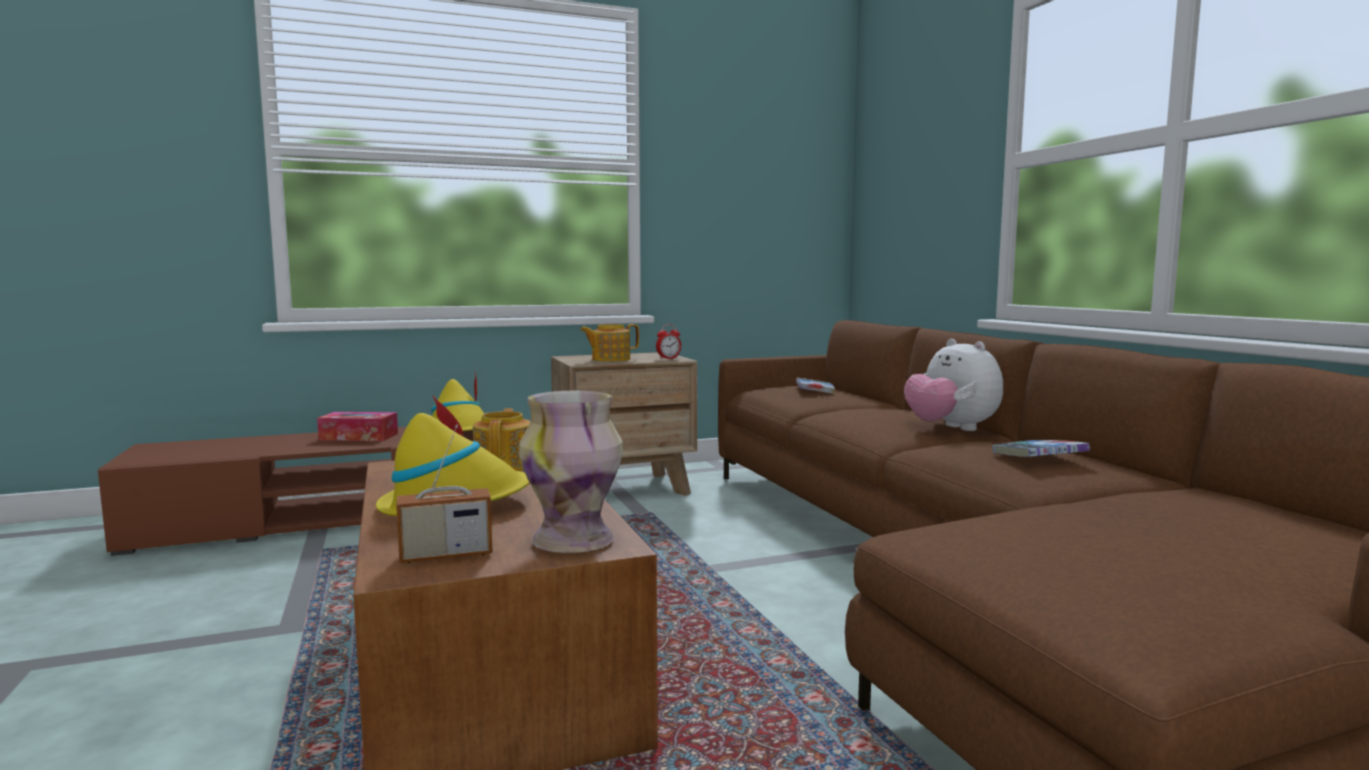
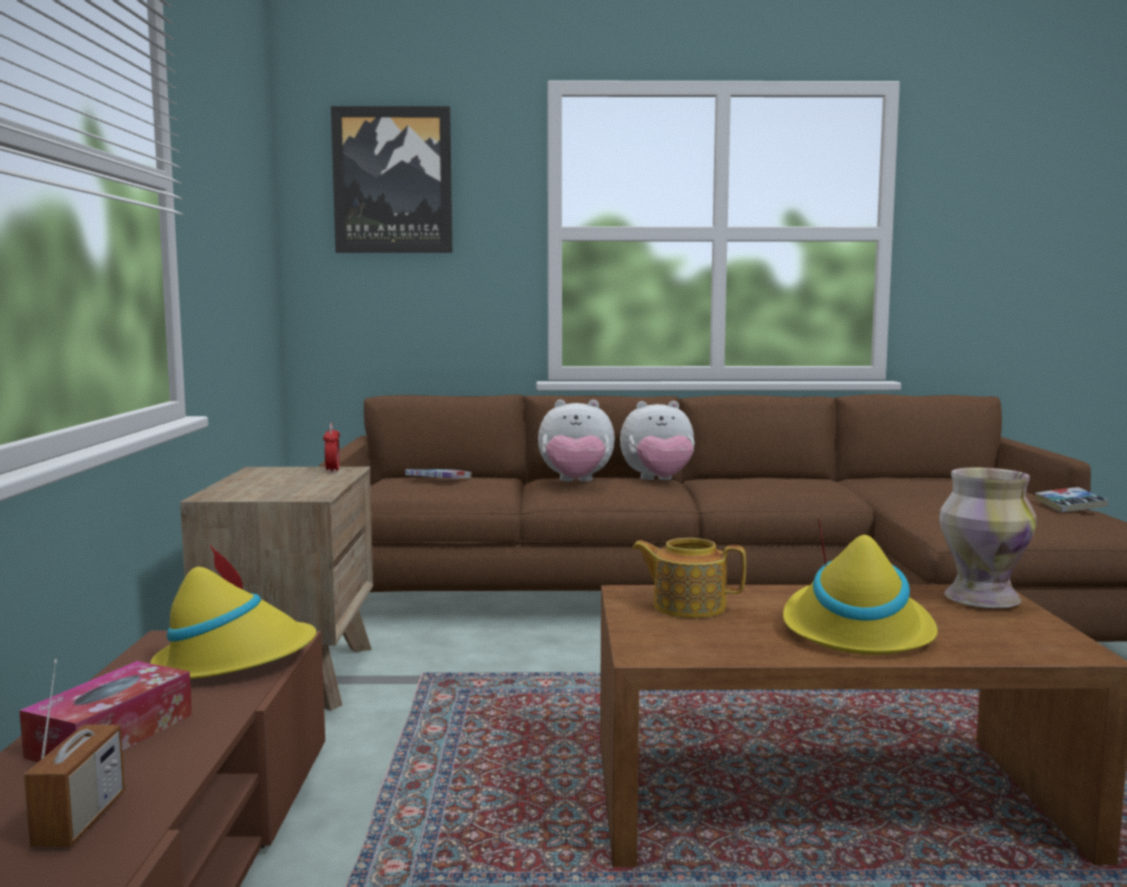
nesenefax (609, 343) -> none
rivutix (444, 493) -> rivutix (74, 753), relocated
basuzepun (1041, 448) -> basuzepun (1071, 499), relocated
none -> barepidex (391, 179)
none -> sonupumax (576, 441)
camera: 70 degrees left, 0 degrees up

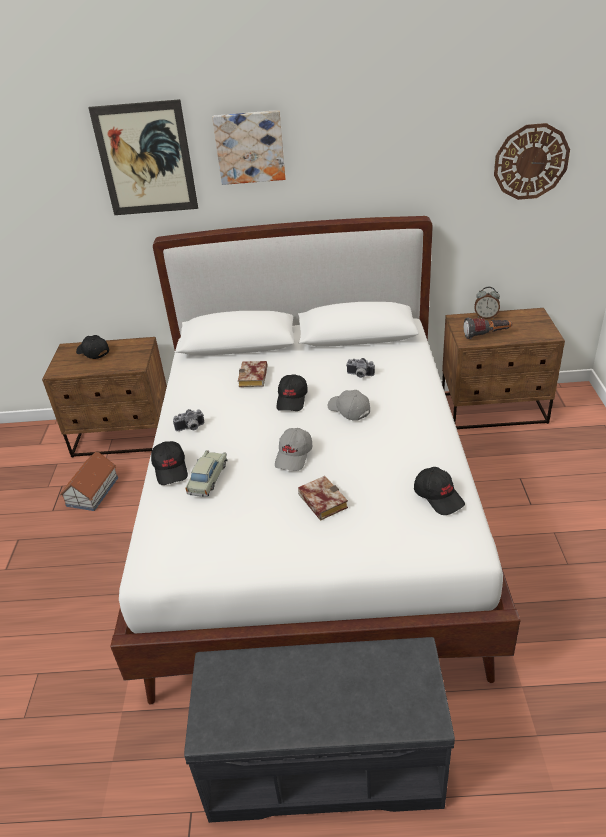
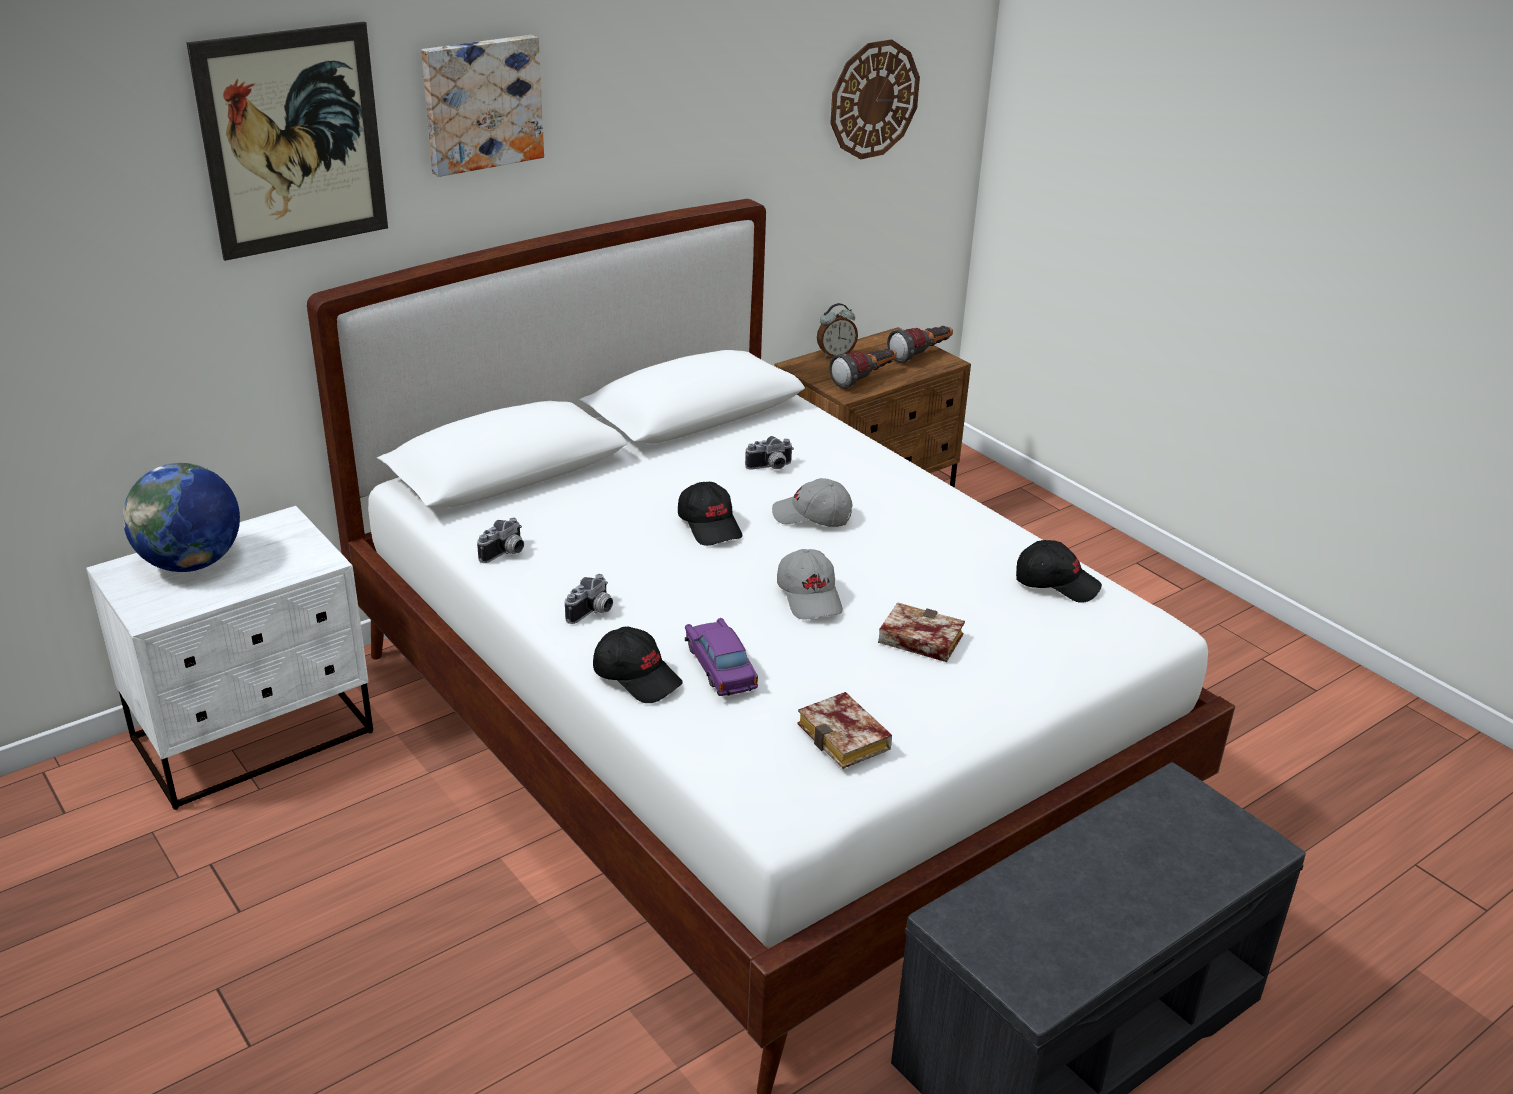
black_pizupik (92, 347) -> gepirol (181, 517)
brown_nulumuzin (104, 397) -> white_nulumuzin (229, 658)
basuzepun (252, 374) -> basuzepun (844, 730), relocated
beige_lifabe (206, 473) -> purple_lifabe (721, 657)
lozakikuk (88, 481) -> none
none -> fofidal (920, 344)
none -> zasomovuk (500, 540)
camera: 40 degrees left, 5 degrees down

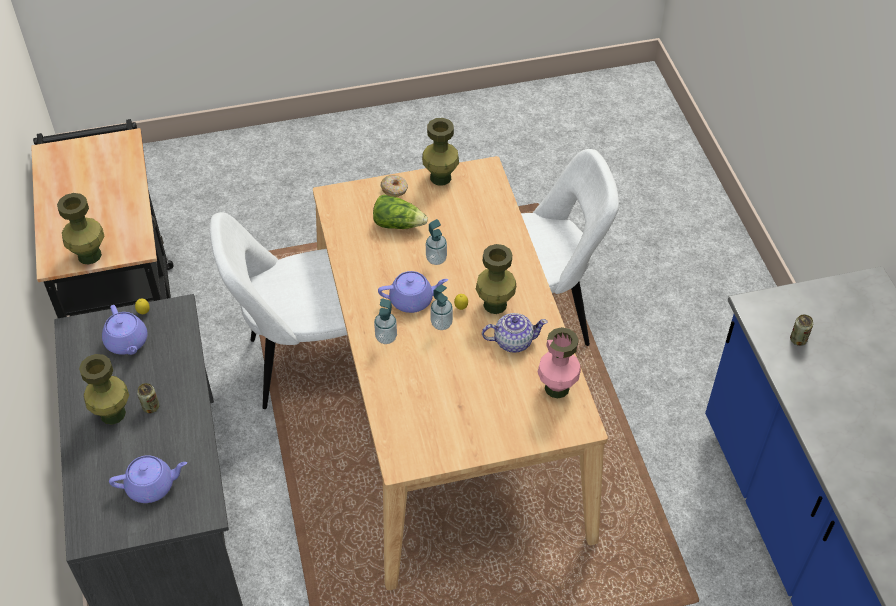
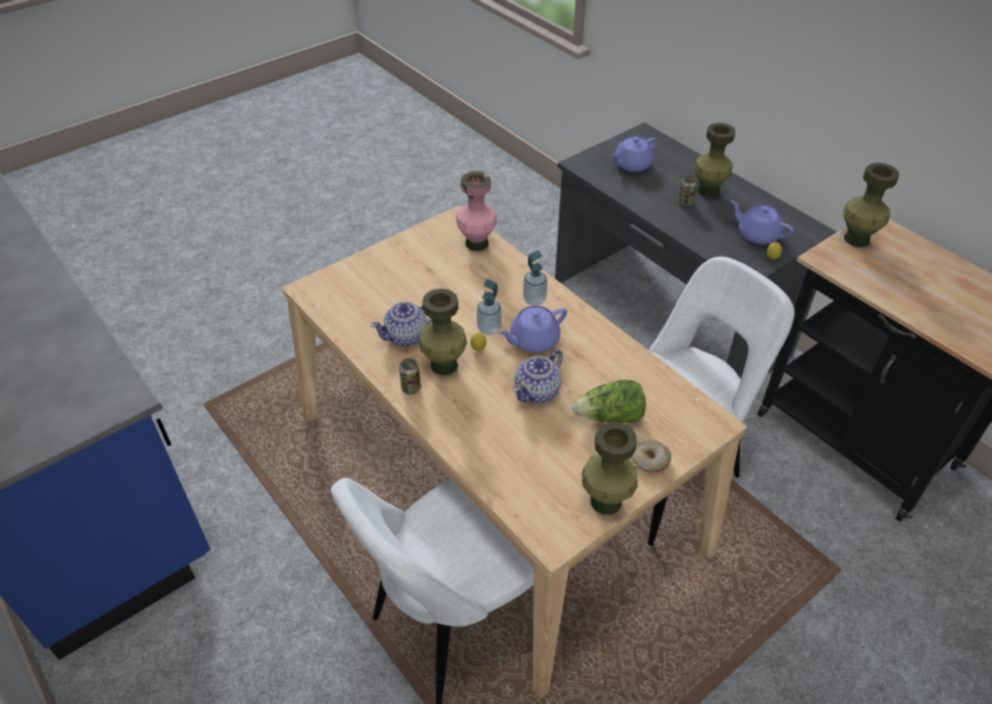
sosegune (436, 242) -> nesenefax (538, 376)
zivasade (801, 330) -> zivasade (410, 376), relocated
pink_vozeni (559, 362) -> pink_vozeni (476, 211), relocated
camera: 155 degrees right, 5 degrees down

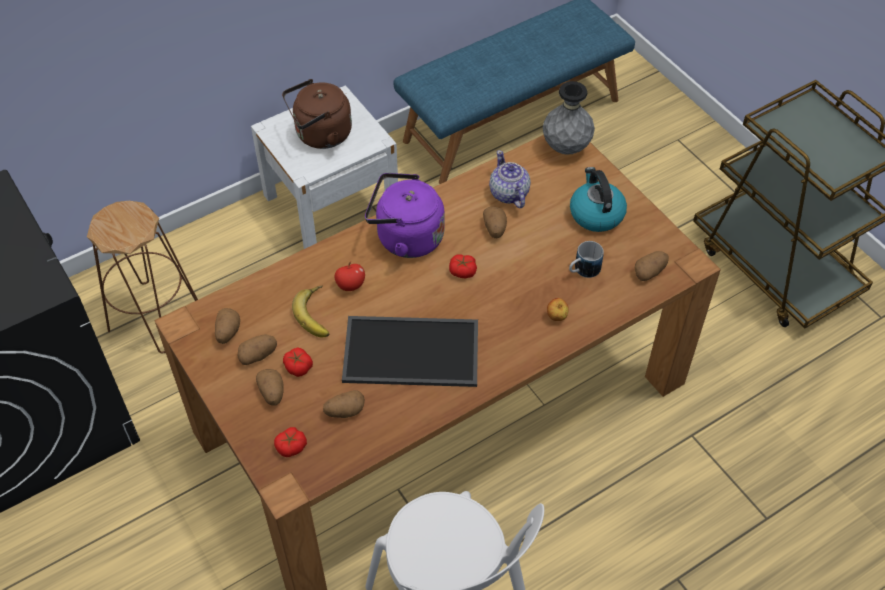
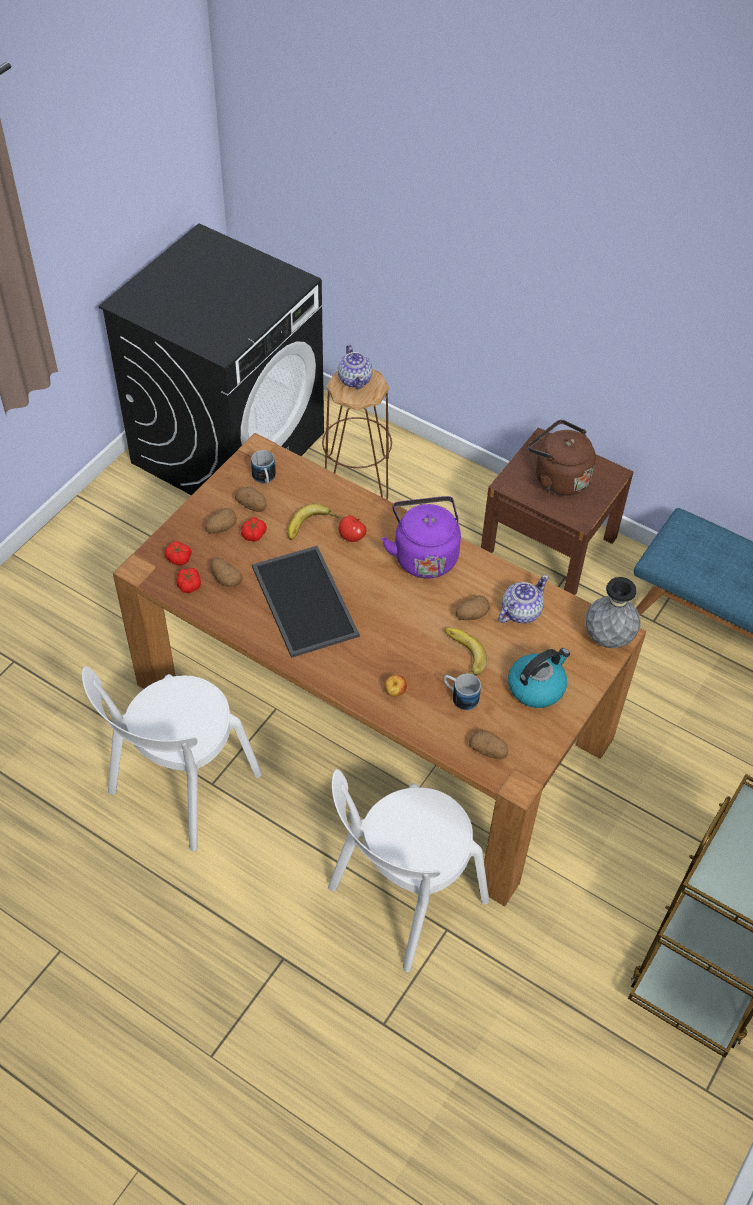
white_nulumuzin (324, 167) -> brown_nulumuzin (557, 511)
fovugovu (463, 266) -> fovugovu (189, 580), relocated
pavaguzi (227, 326) -> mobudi (263, 467)
none -> nesenefax (355, 367)
none -> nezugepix (466, 652)
none -> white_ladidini (408, 870)
camera: 65 degrees right, 0 degrees up

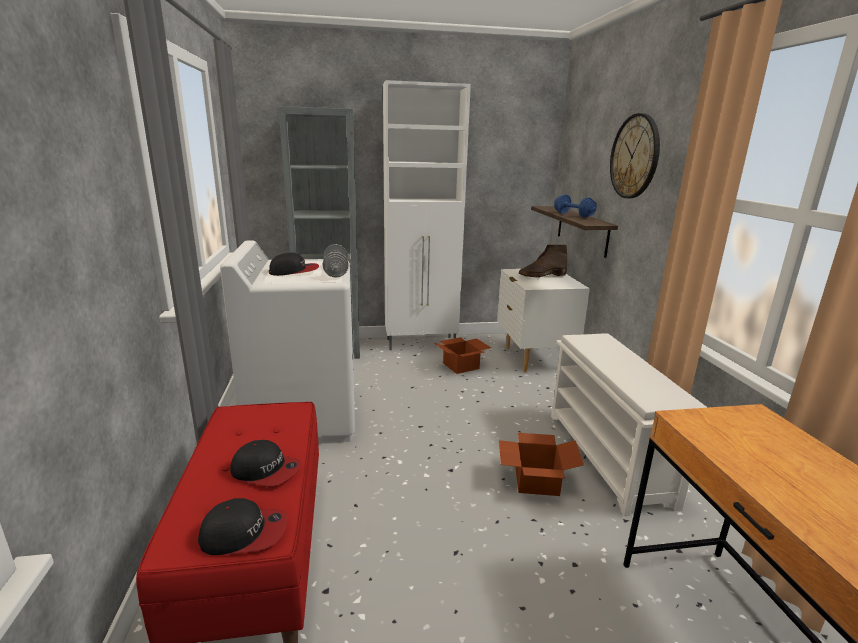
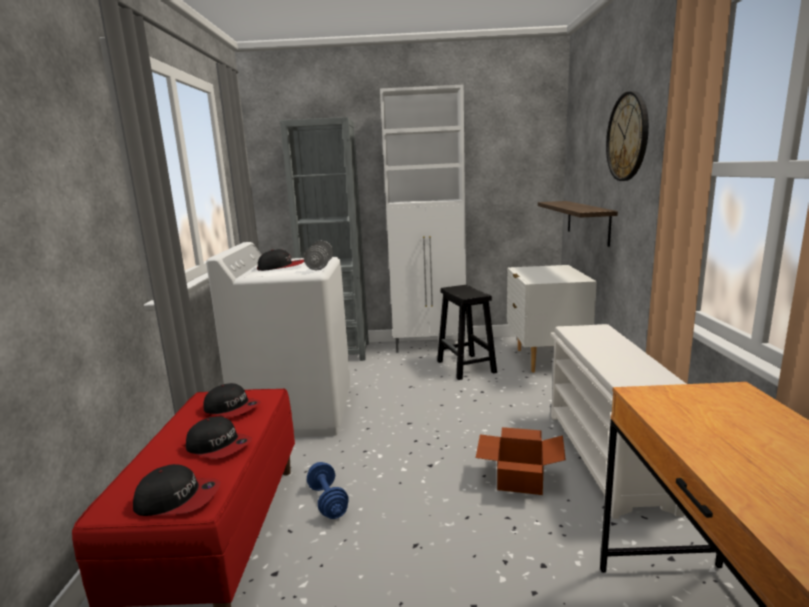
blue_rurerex (575, 206) -> blue_rurerex (327, 490), relocated
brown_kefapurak (543, 261) -> none
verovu (462, 355) -> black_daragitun (467, 332)
none -> pizupik (232, 400)
camera: 10 degrees right, 5 degrees down

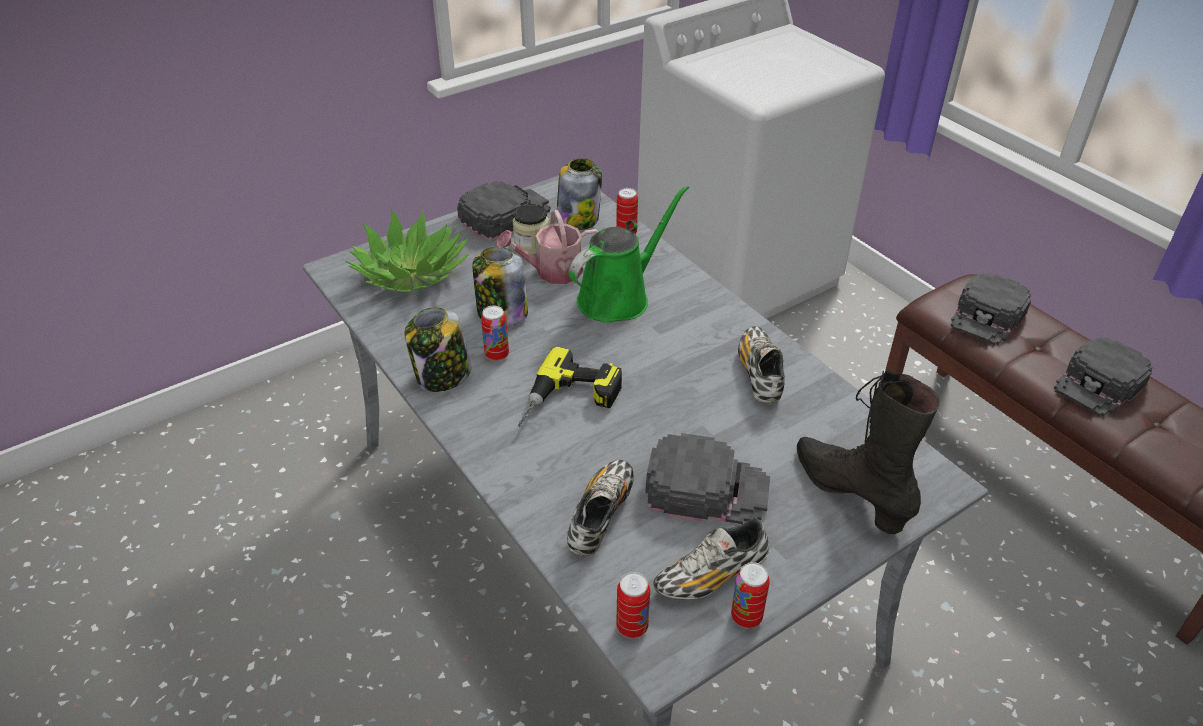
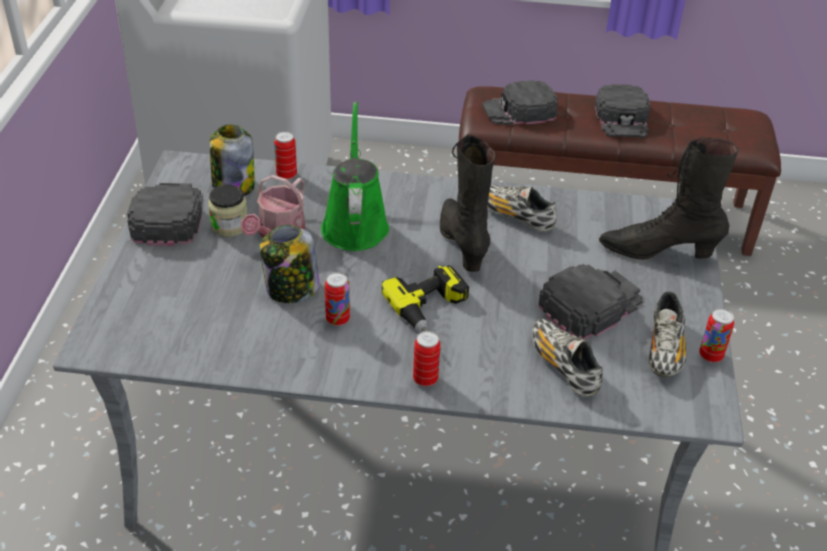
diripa (407, 250) -> none
black_pizupik (991, 309) -> black_pizupik (520, 102), 90 degrees clockwise
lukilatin (437, 349) -> none
zivasade (633, 605) -> zivasade (426, 358), relocated
none -> black_kefapurak (467, 203)
camera: 50 degrees left, 0 degrees up

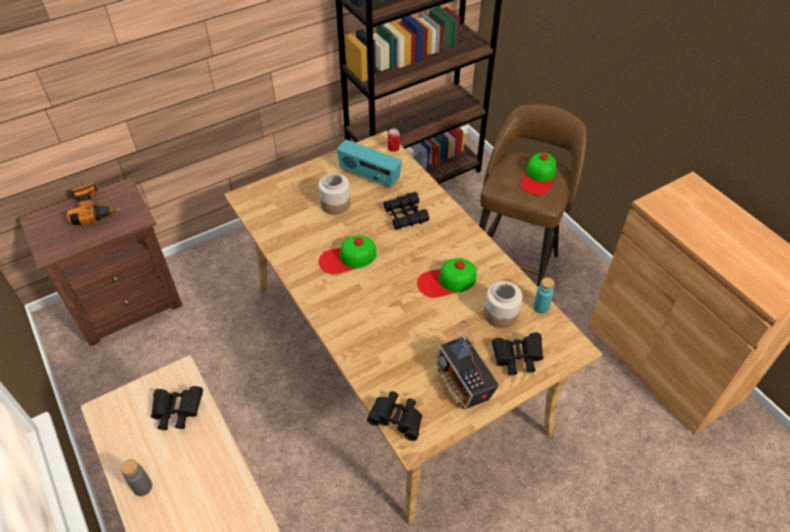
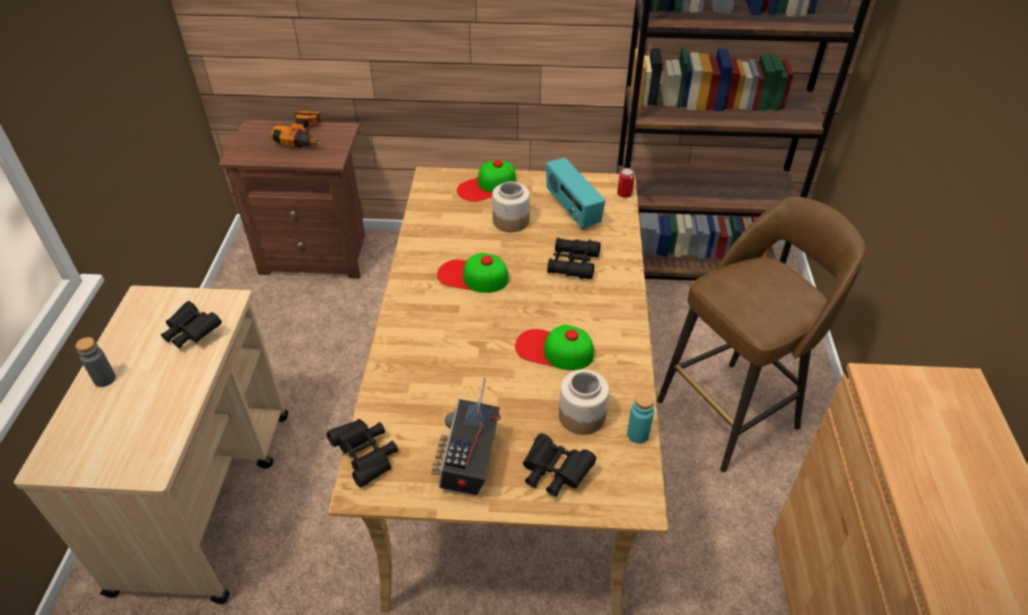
pizupik (538, 174) -> pizupik (486, 181), relocated
camera: 35 degrees right, 5 degrees down

